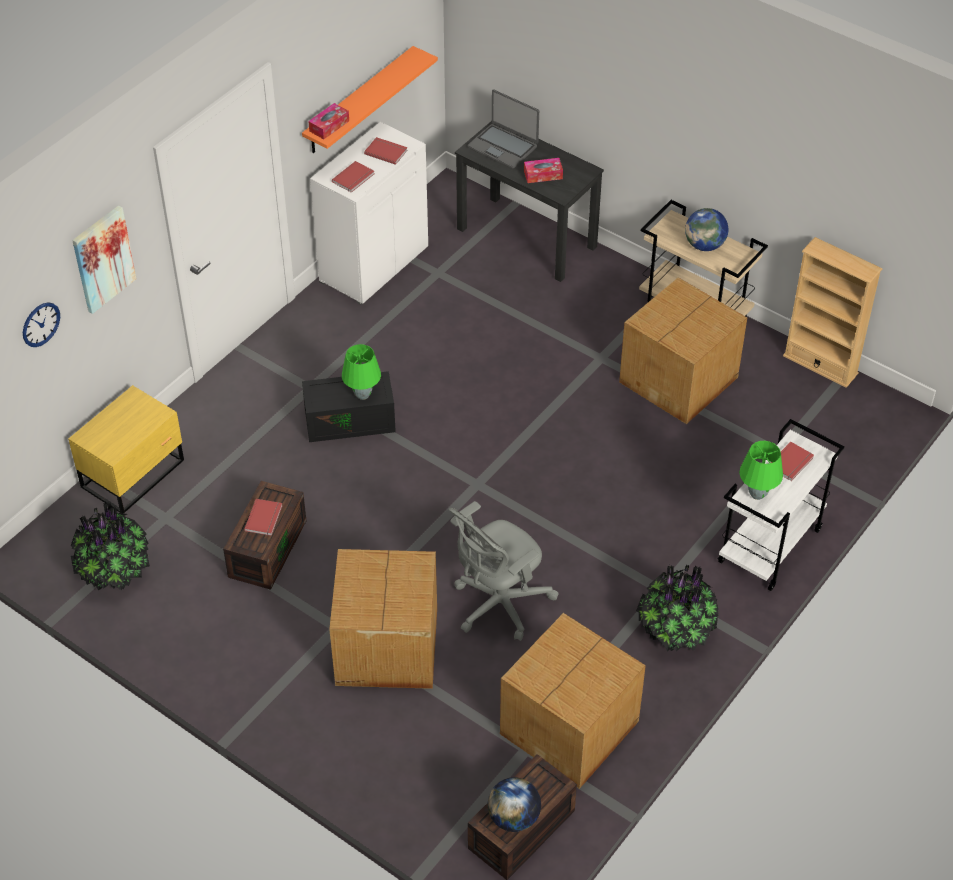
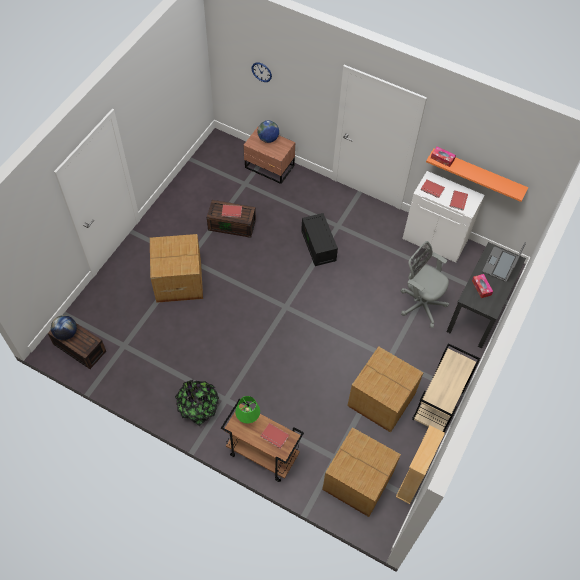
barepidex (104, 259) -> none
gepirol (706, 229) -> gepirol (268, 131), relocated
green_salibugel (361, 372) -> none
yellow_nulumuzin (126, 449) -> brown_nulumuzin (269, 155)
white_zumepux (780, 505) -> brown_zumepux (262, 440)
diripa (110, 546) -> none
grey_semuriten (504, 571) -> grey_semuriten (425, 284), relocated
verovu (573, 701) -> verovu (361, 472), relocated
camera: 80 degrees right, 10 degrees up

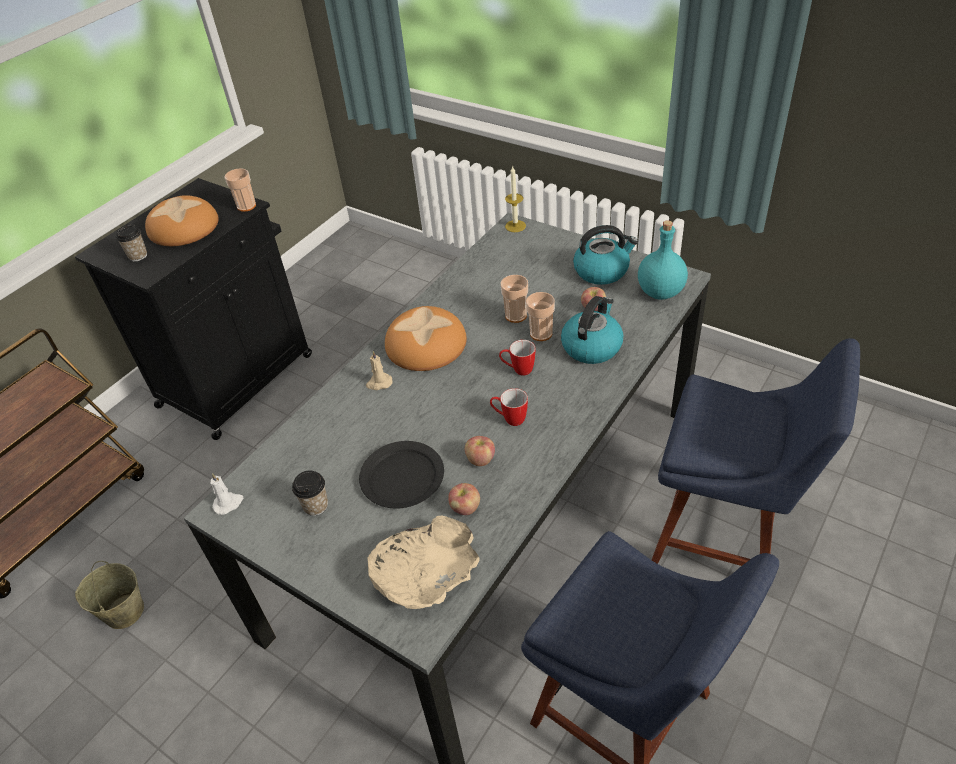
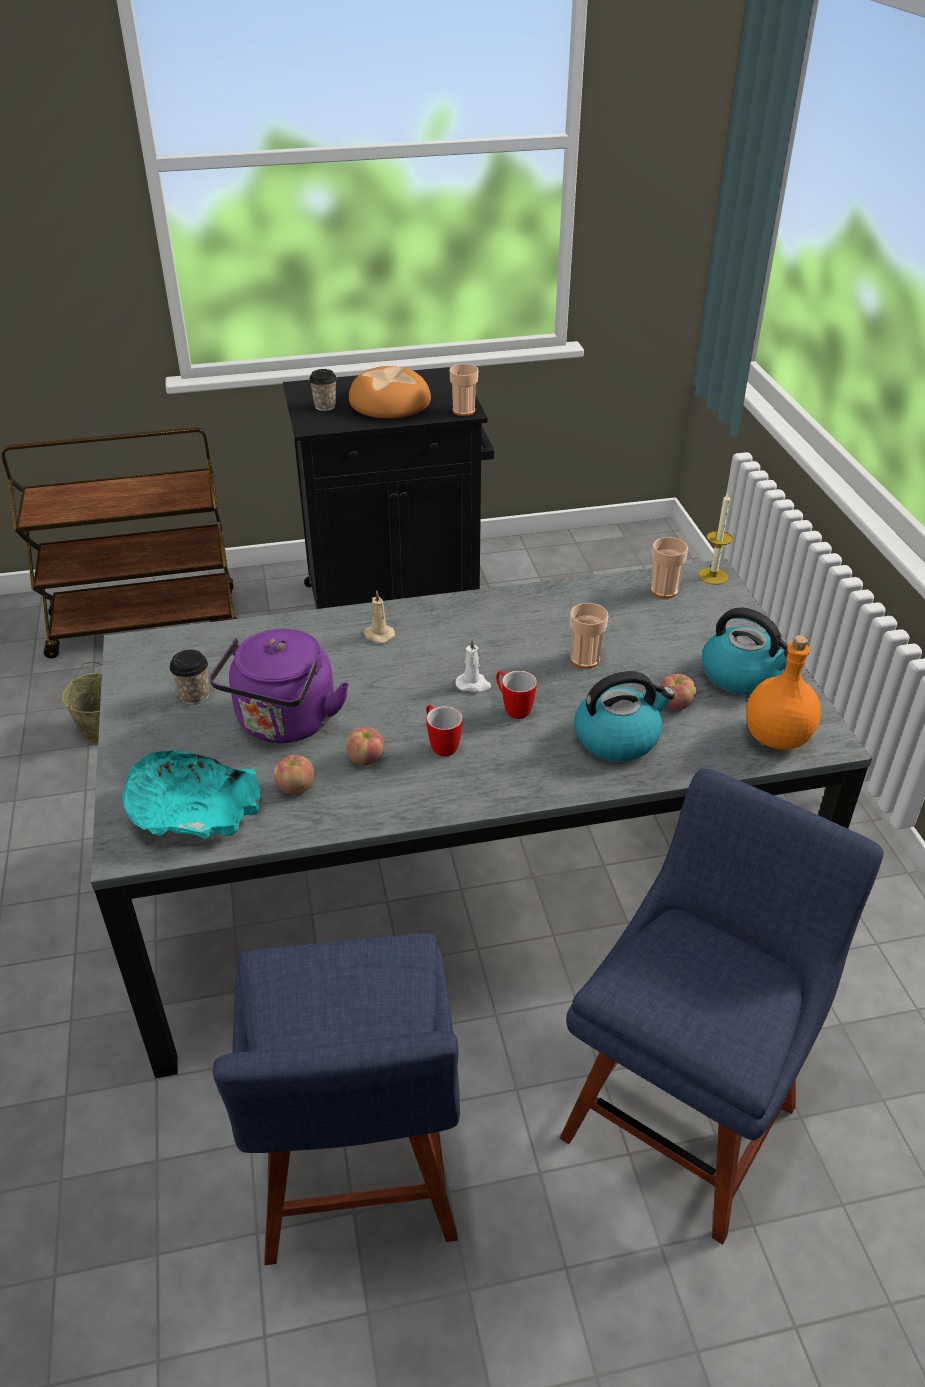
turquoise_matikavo (663, 260) -> orange_matikavo (783, 692)
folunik (540, 316) -> folunik (669, 567), relocated
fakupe (426, 338) -> none
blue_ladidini (756, 452) -> blue_ladidini (721, 1007), 120 degrees counterclockwise
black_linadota (401, 475) -> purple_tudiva (279, 686)
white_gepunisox (226, 494) -> white_gepunisox (473, 665), relocated
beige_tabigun (423, 562) -> turquoise_tabigun (191, 794)
camera: 40 degrees right, 5 degrees down

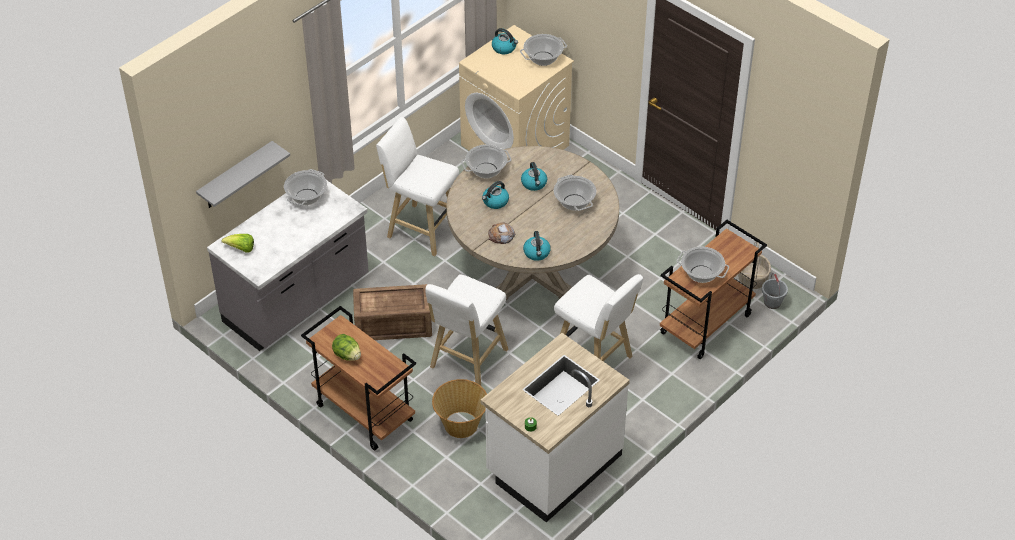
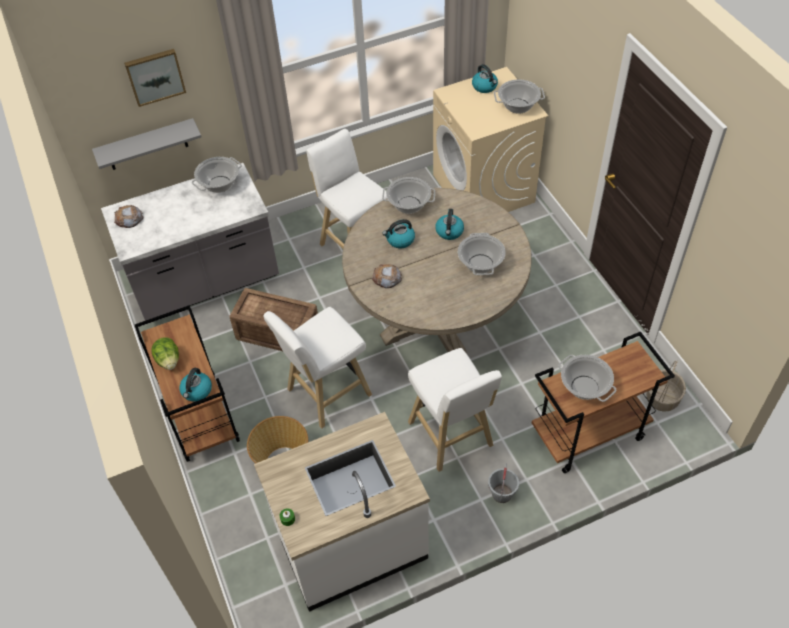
tudiva (537, 246) -> tudiva (196, 385), relocated
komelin (238, 243) -> fakupe (128, 216)
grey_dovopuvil (775, 290) -> grey_dovopuvil (503, 483), relocated
none -> barepidex (155, 78)
camera: 25 degrees right, 5 degrees up

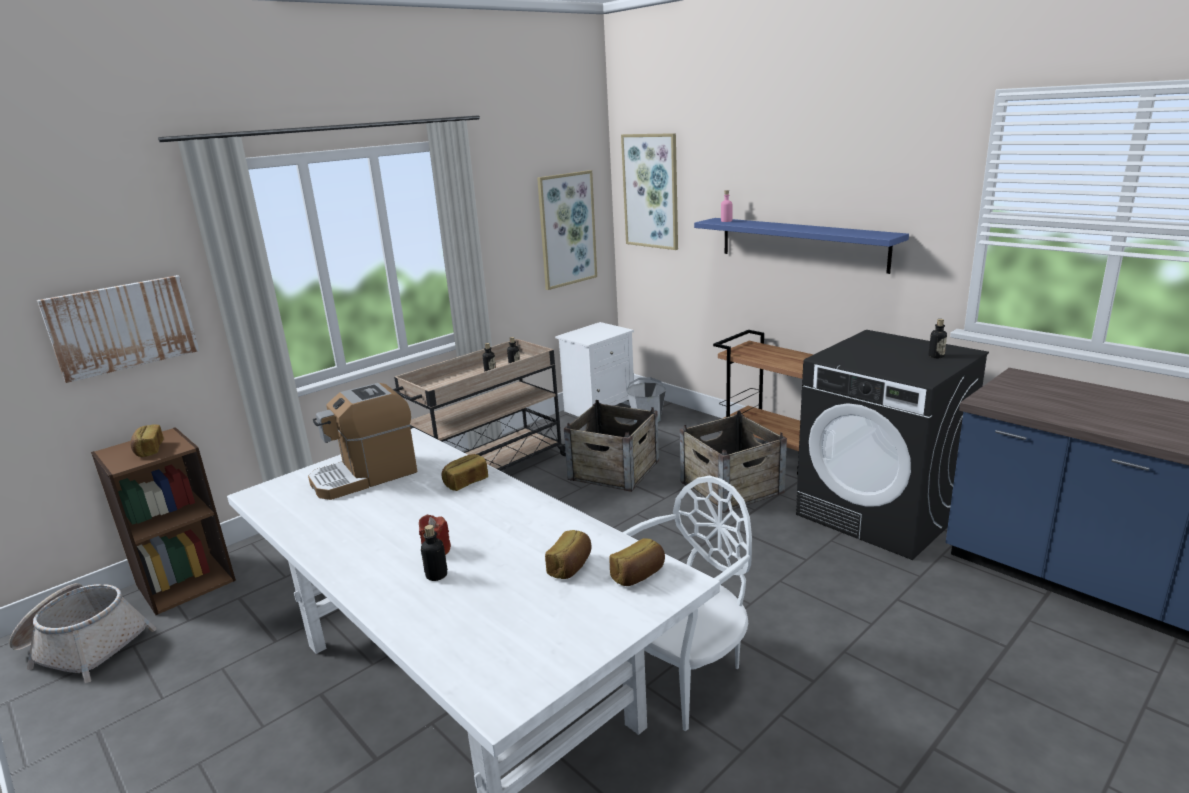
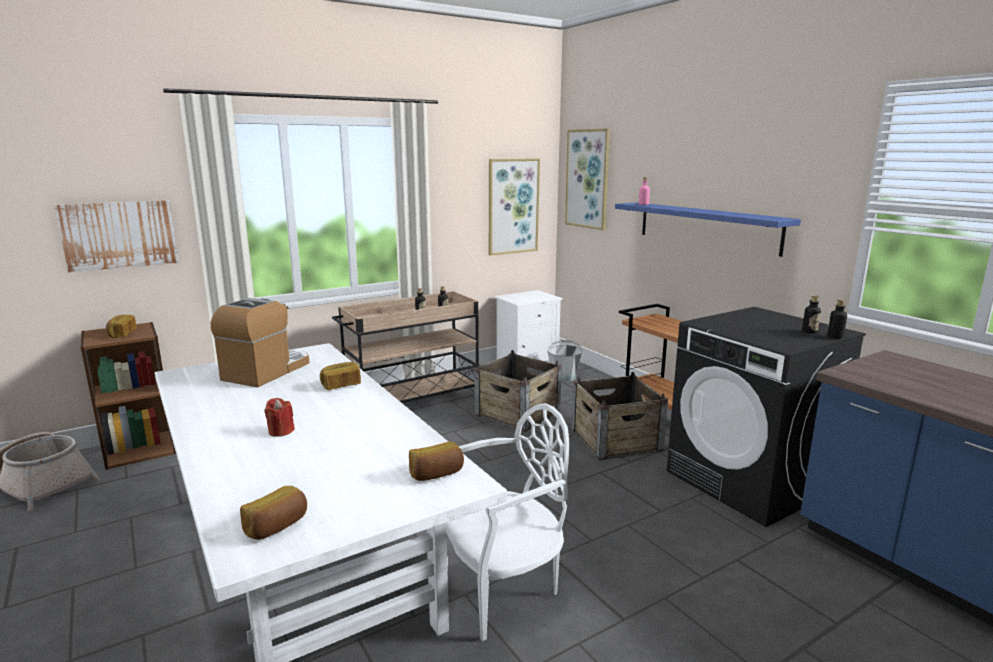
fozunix (362, 441) -> fozunix (260, 342), 135 degrees clockwise
matikavo (434, 553) -> matikavo (837, 319), relocated
fakupe (568, 554) -> fakupe (273, 513), relocated
camera: 10 degrees right, 5 degrees down

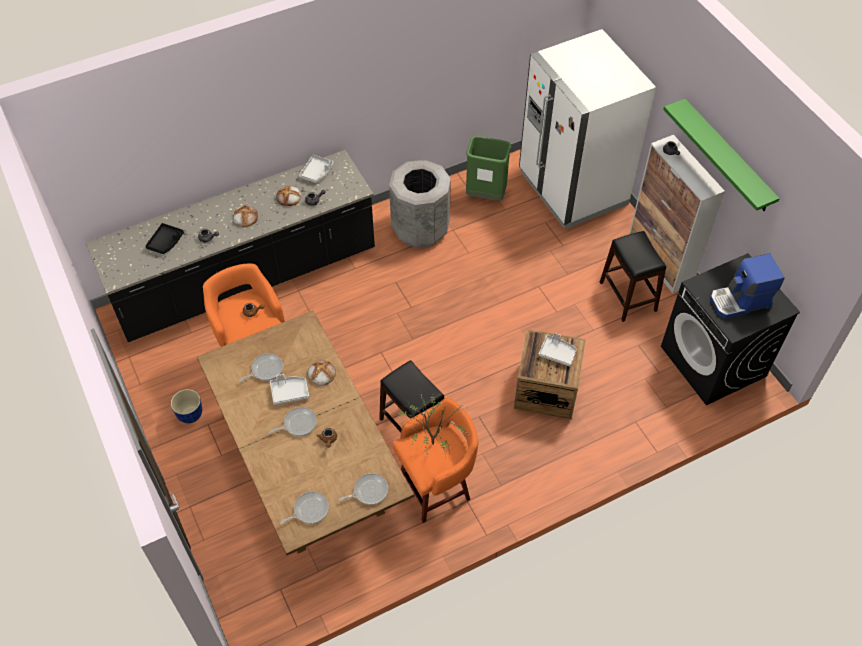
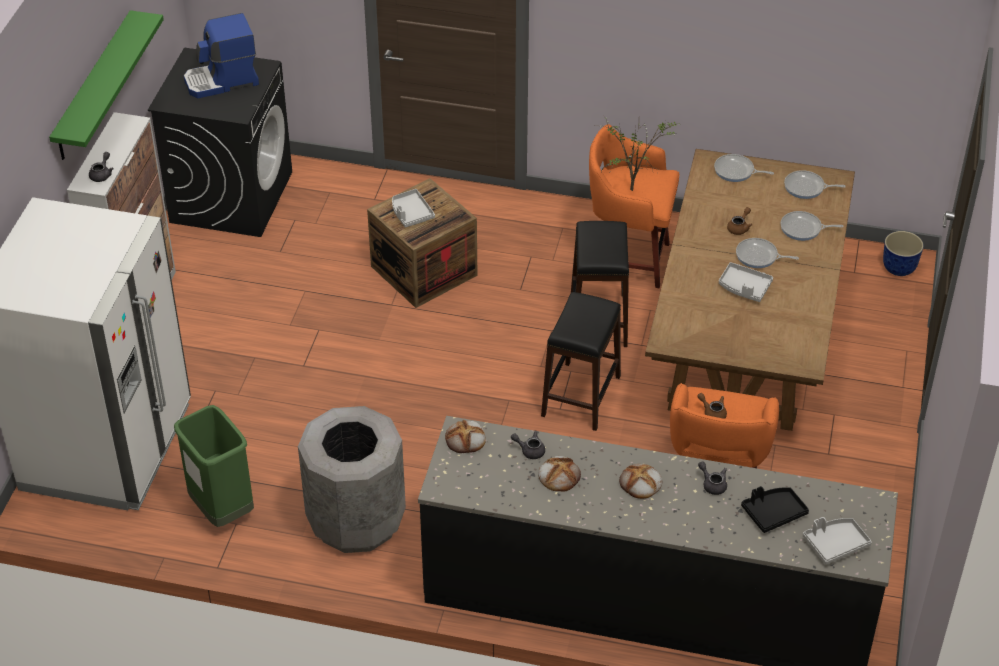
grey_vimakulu (316, 169) -> grey_vimakulu (837, 541), relocated
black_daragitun (633, 276) -> black_daragitun (581, 361), relocated
fozunix (747, 286) -> fozunix (221, 55), 135 degrees clockwise
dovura (261, 367) -> dovura (811, 226), relocated
fakupe (321, 373) -> fakupe (465, 436), relocated
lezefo (186, 406) -> lezefo (903, 253), relocated
camera: 140 degrees left, 10 degrees down

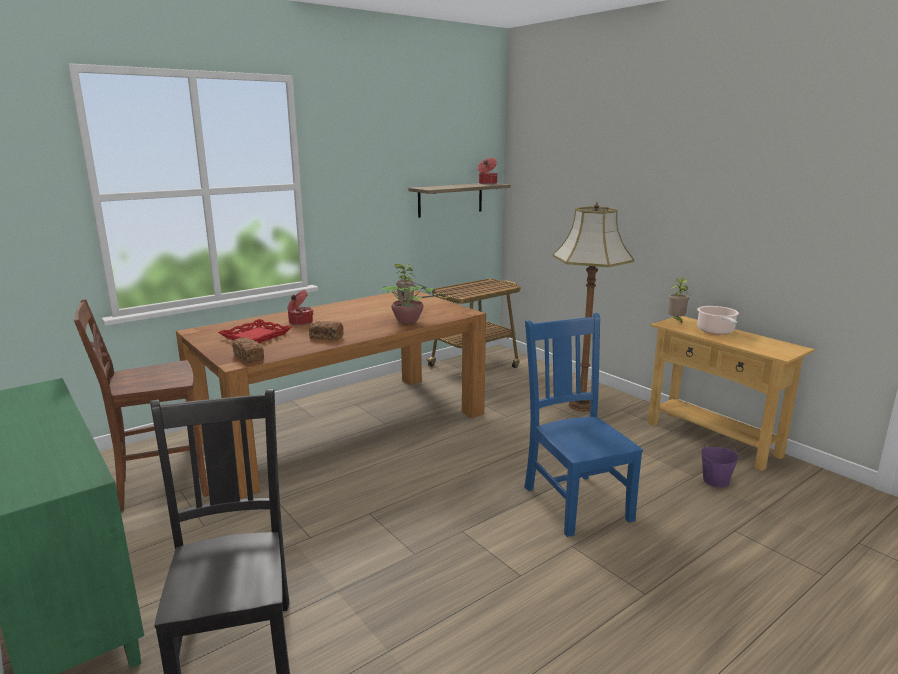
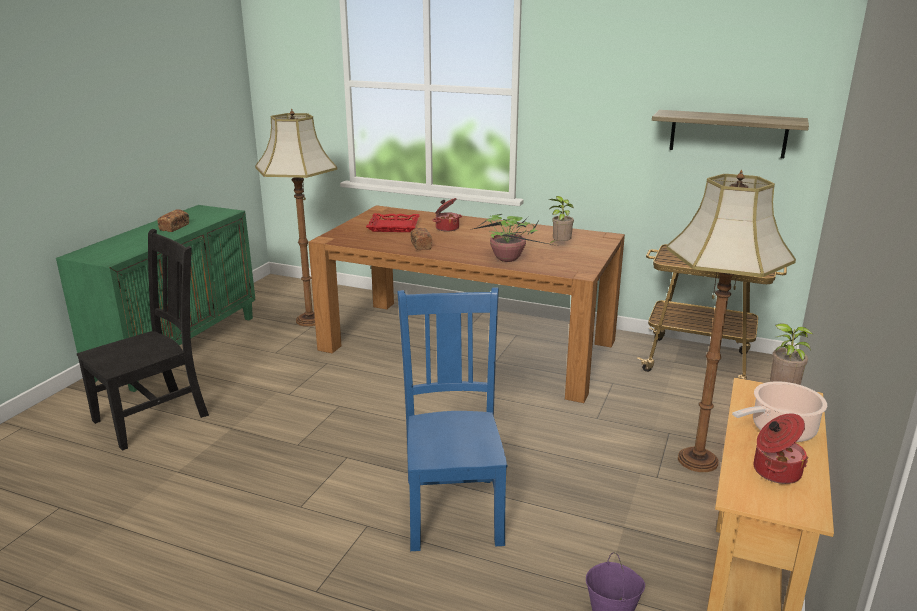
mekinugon (487, 171) -> mekinugon (780, 448), relocated
brown_ladidini (141, 405) -> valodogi (296, 217)
blue_ladidini (583, 425) -> blue_ladidini (452, 419), 45 degrees counterclockwise
fakupe (248, 350) -> fakupe (173, 221), relocated
camera: 60 degrees right, 5 degrees up

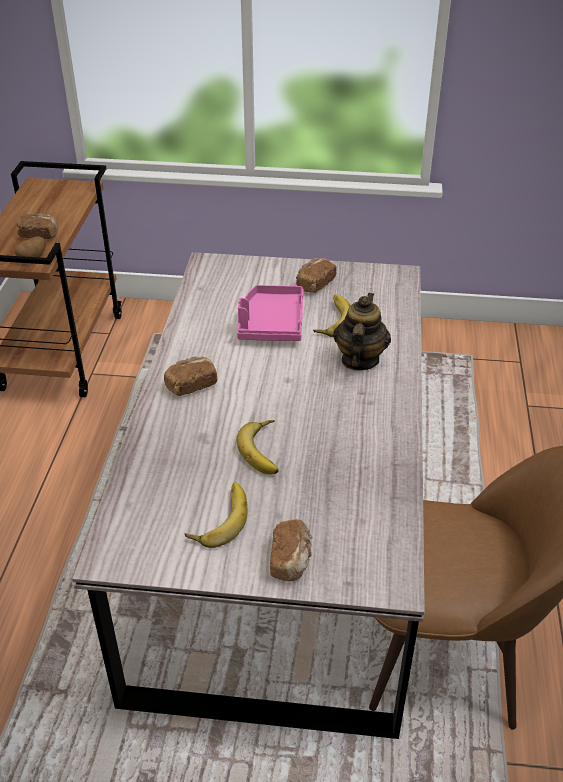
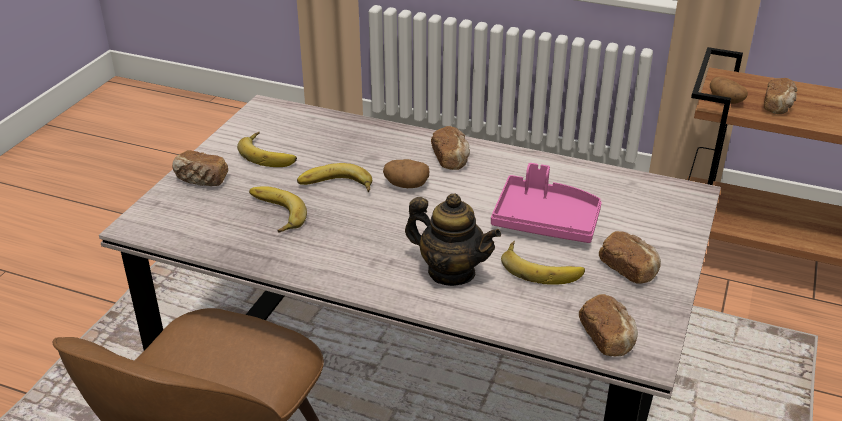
none -> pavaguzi (406, 173)
none -> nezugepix (278, 209)
none -> fakupe (608, 325)
camera: 105 degrees right, 5 degrees down

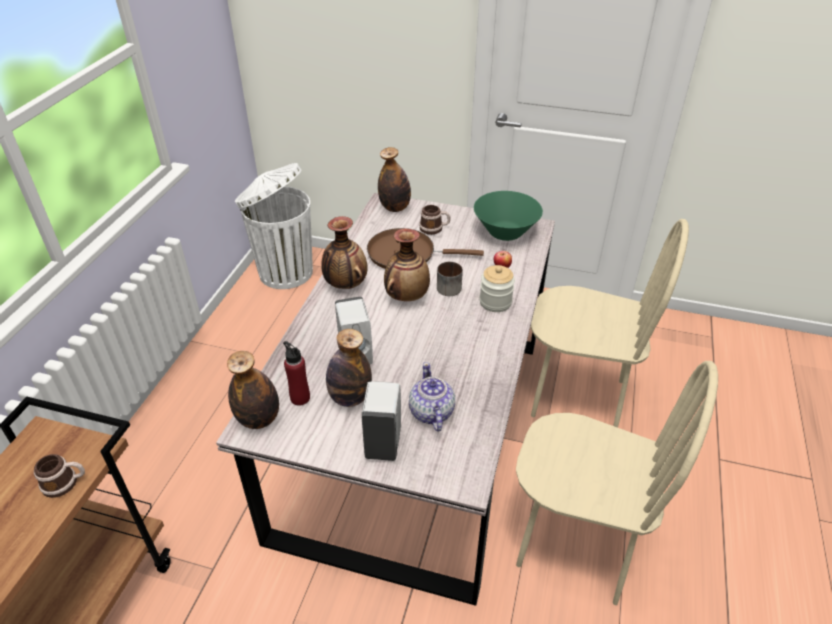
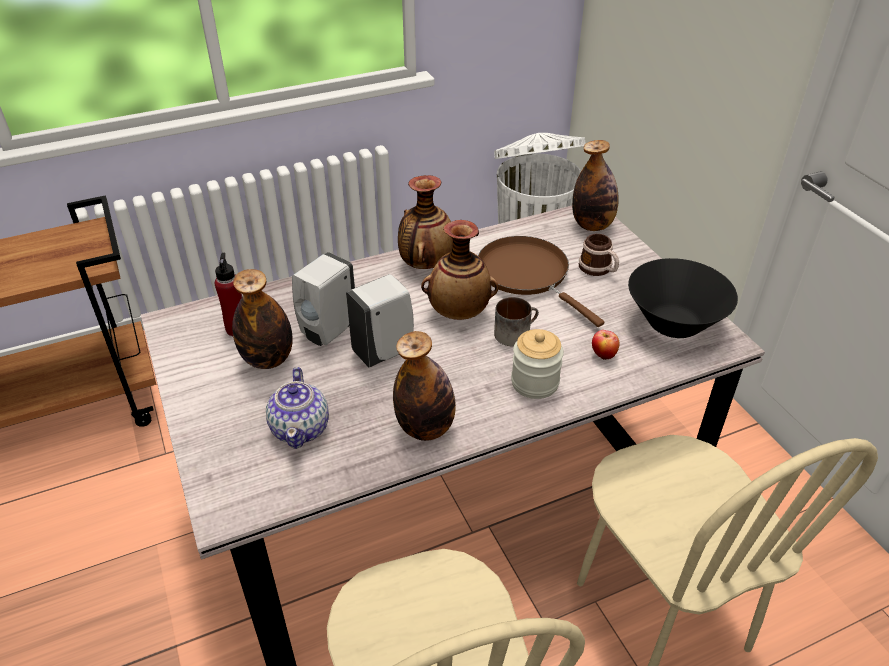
green_tabigun (508, 216) -> black_tabigun (683, 298)
matikavo (253, 390) -> matikavo (424, 386), relocated
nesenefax (432, 397) -> nesenefax (297, 408), 135 degrees clockwise
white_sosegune (381, 421) -> white_sosegune (380, 320), relocated
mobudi (59, 476) -> none
camera: 50 degrees right, 0 degrees up

